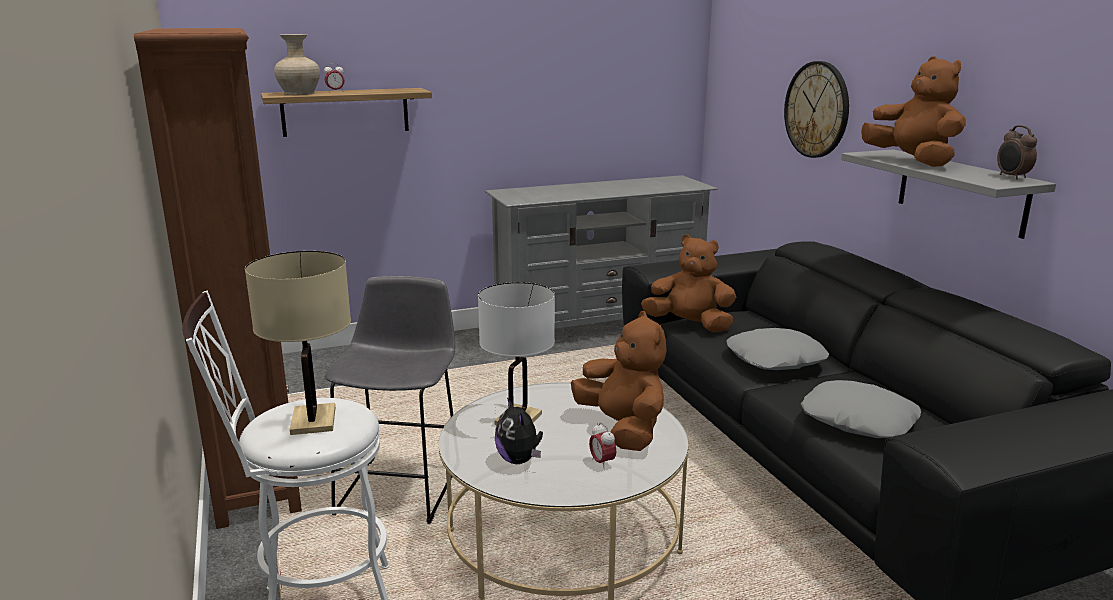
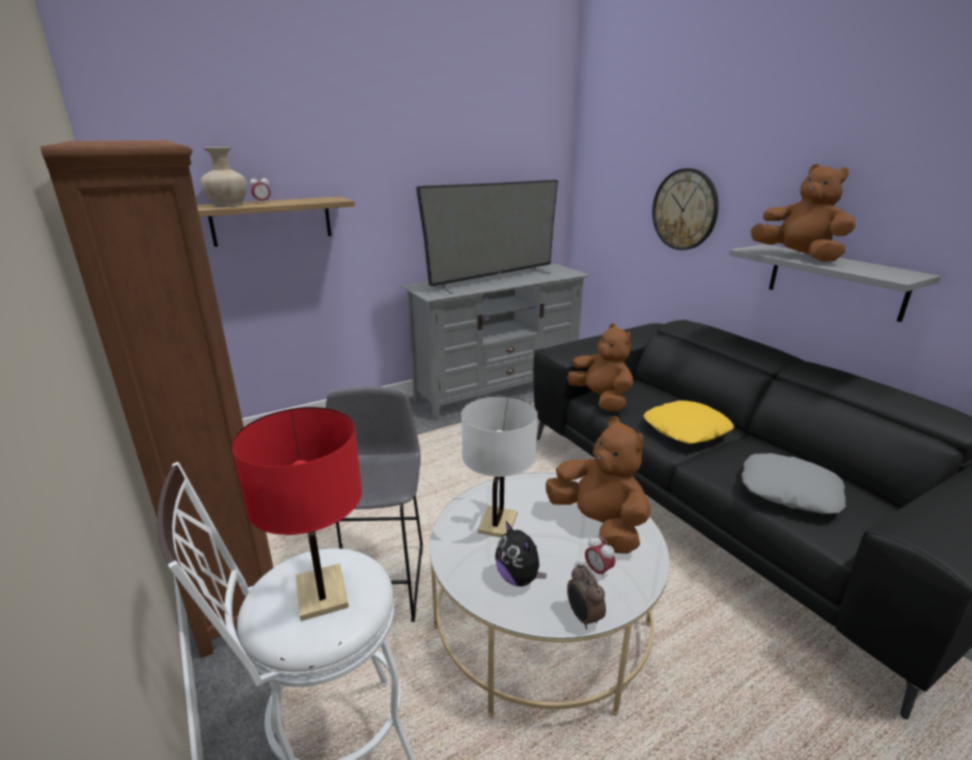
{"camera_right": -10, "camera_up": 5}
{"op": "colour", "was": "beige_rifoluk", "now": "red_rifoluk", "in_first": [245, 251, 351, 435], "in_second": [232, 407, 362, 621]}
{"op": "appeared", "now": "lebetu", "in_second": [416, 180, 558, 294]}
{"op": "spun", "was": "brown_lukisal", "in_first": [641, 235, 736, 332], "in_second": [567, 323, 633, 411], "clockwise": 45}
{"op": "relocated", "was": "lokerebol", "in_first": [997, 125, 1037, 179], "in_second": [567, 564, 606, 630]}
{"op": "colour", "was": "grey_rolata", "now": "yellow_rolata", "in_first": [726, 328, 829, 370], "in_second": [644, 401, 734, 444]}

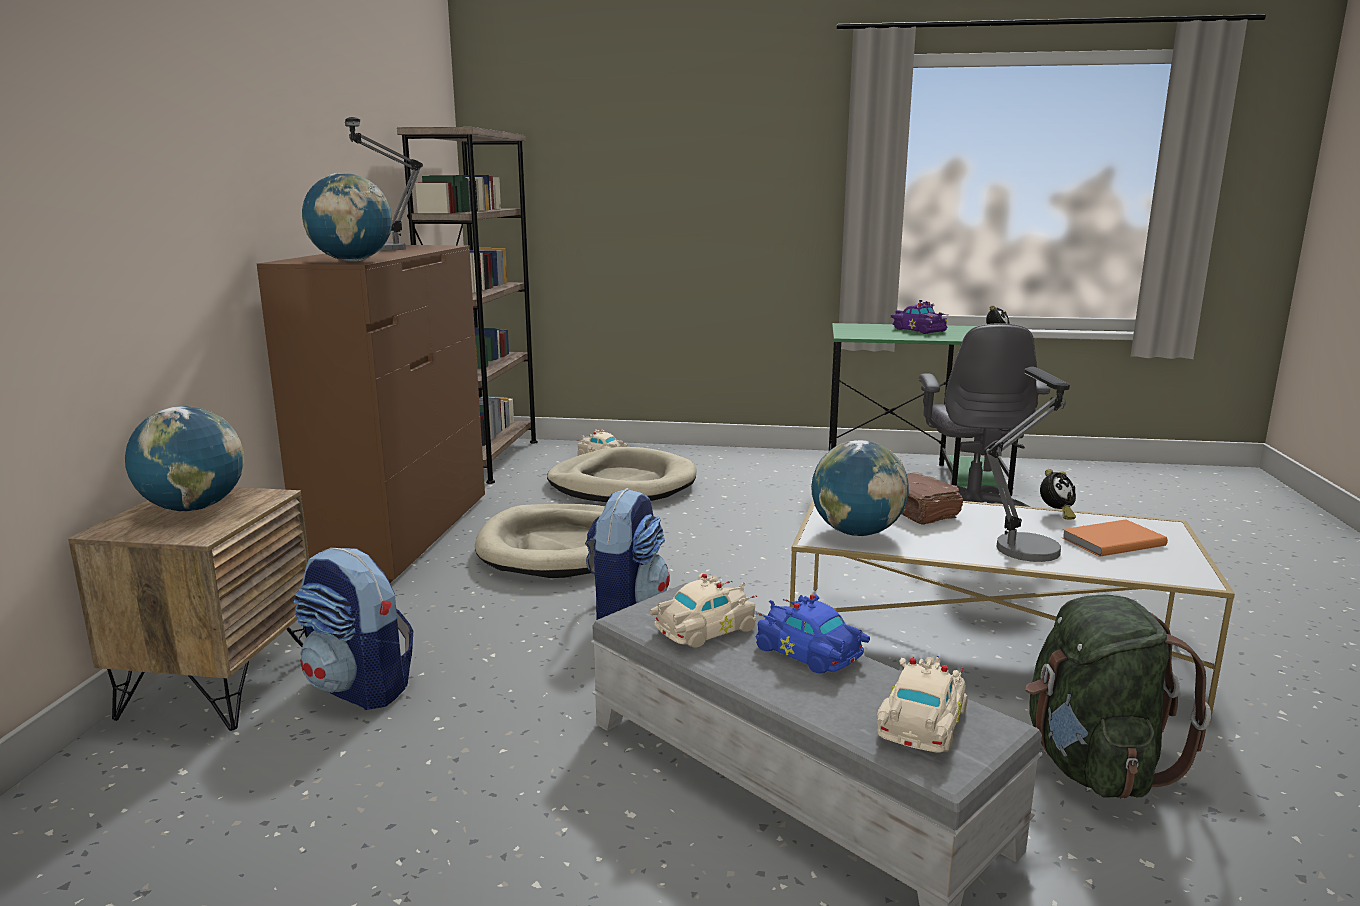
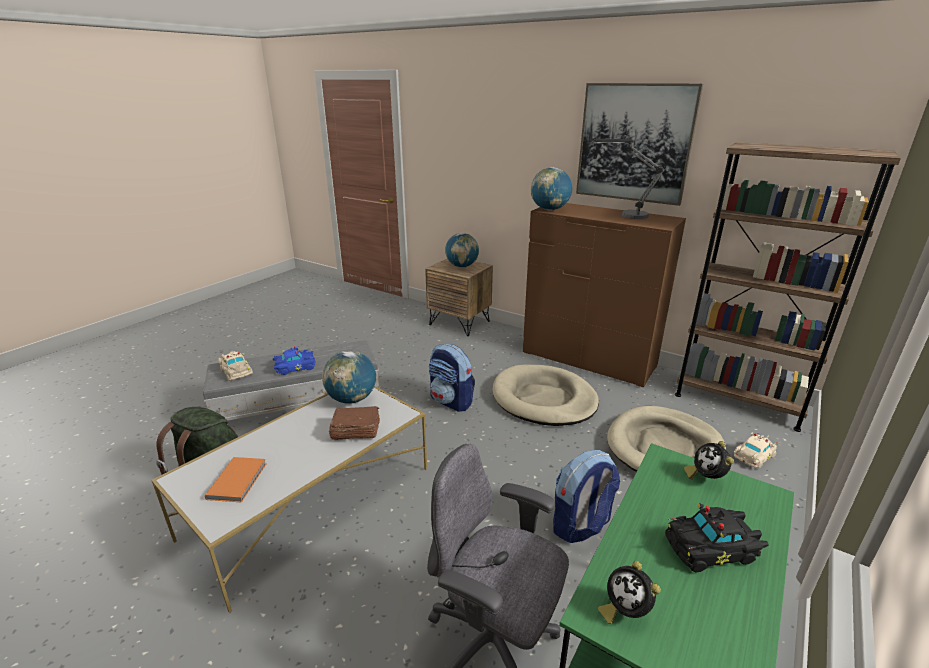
{"camera_right": 115, "camera_up": 10}
{"op": "relocated", "was": "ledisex", "in_first": [293, 548, 413, 710], "in_second": [553, 450, 620, 543]}
{"op": "appeared", "now": "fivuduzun", "in_second": [576, 83, 703, 206]}
{"op": "colour", "was": "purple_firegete", "now": "black_firegete", "in_first": [890, 300, 947, 334], "in_second": [665, 503, 769, 573]}
{"op": "relocated", "was": "lokerebol", "in_first": [1040, 469, 1076, 520], "in_second": [684, 441, 734, 479]}
{"op": "missing", "was": "beige_firegete", "in_first": [649, 573, 757, 647]}
{"op": "missing", "was": "rifoluk", "in_first": [984, 367, 1070, 562]}

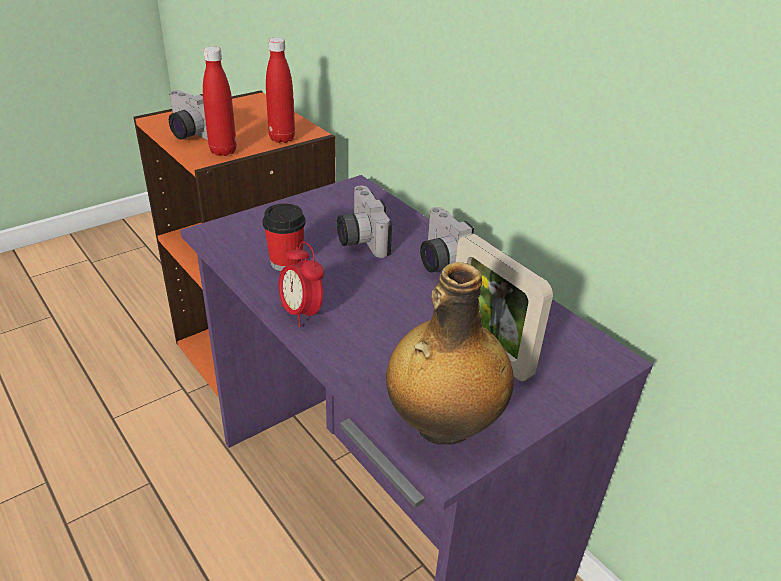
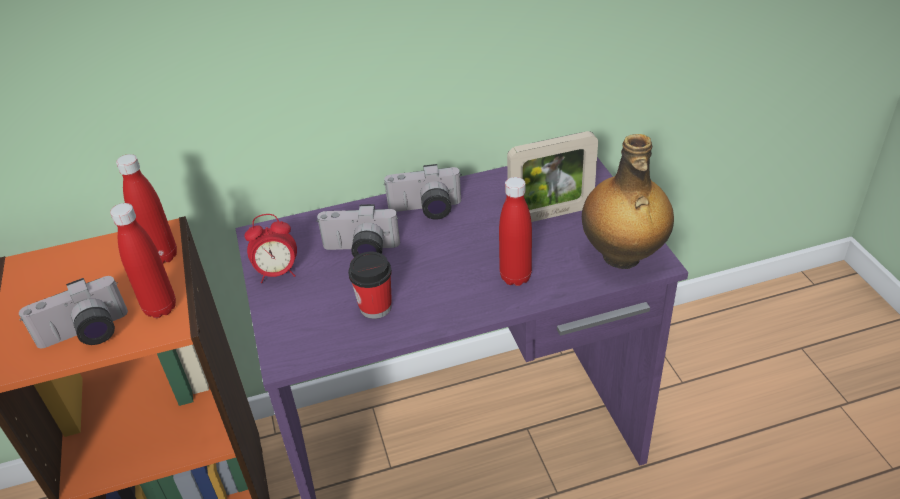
{"camera_right": -65, "camera_up": 5}
{"op": "relocated", "was": "lokerebol", "in_first": [279, 241, 324, 327], "in_second": [244, 214, 297, 283]}
{"op": "appeared", "now": "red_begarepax", "in_second": [499, 177, 532, 286]}

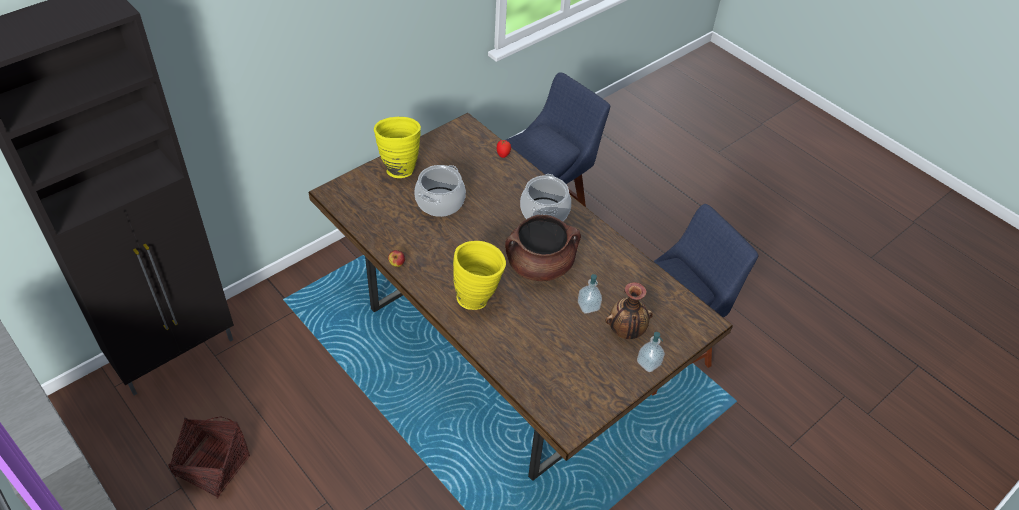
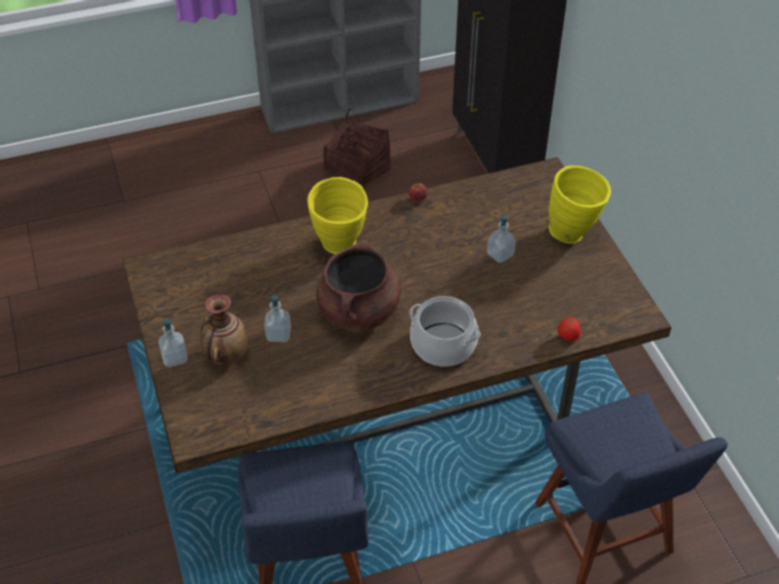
{"camera_right": 115, "camera_up": 0}
{"op": "exchanged", "was": "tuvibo", "now": "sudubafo", "in_first": [414, 165, 466, 217], "in_second": [487, 215, 516, 263]}

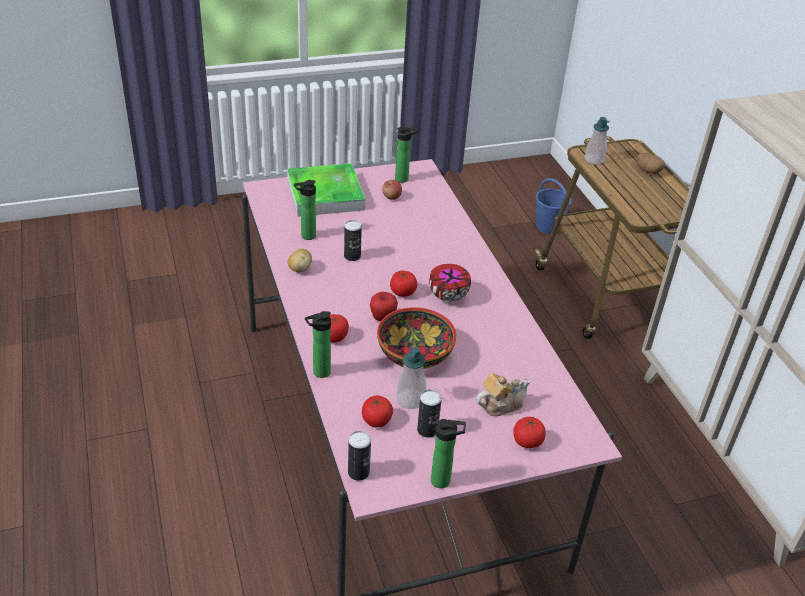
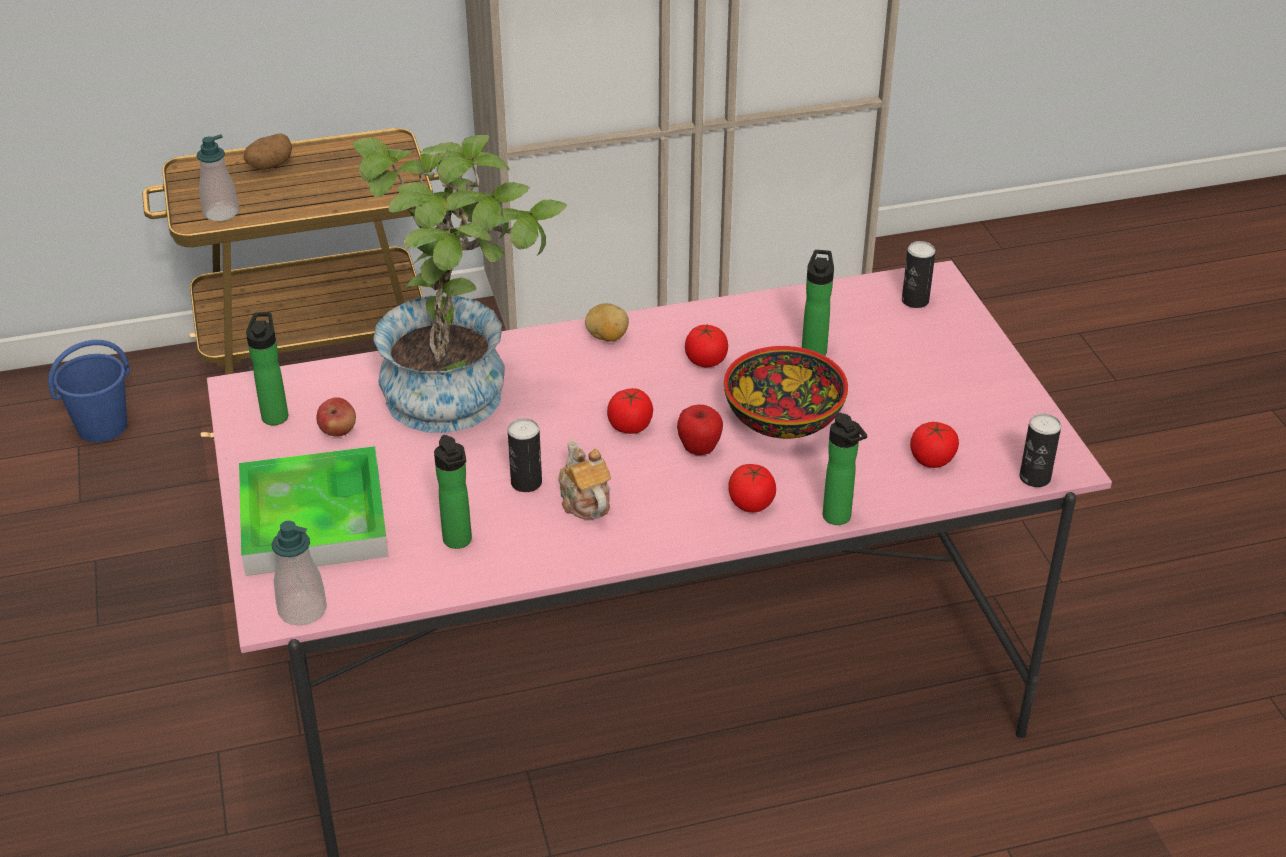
{"camera_right": -85, "camera_up": 0}
{"op": "relocated", "was": "sudubafo", "in_first": [397, 347, 426, 409], "in_second": [272, 521, 327, 625]}
{"op": "appeared", "now": "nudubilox", "in_second": [353, 135, 567, 433]}
{"op": "relocated", "was": "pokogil", "in_first": [476, 373, 531, 416], "in_second": [558, 440, 611, 520]}
{"op": "relocated", "was": "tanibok", "in_first": [288, 248, 312, 272], "in_second": [585, 303, 629, 342]}
{"op": "relocated", "was": "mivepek", "in_first": [514, 417, 546, 448], "in_second": [685, 324, 728, 367]}
{"op": "relocated", "was": "begarepax", "in_first": [431, 419, 466, 488], "in_second": [802, 250, 834, 356]}
{"op": "relocated", "was": "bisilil", "in_first": [417, 390, 442, 438], "in_second": [902, 241, 936, 308]}
{"op": "missing", "was": "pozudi", "in_first": [429, 264, 471, 302]}

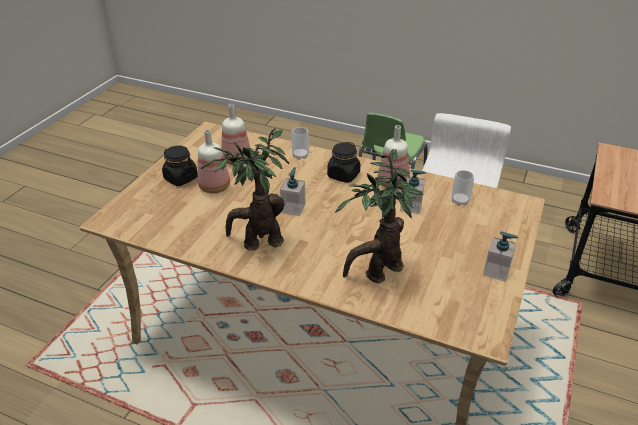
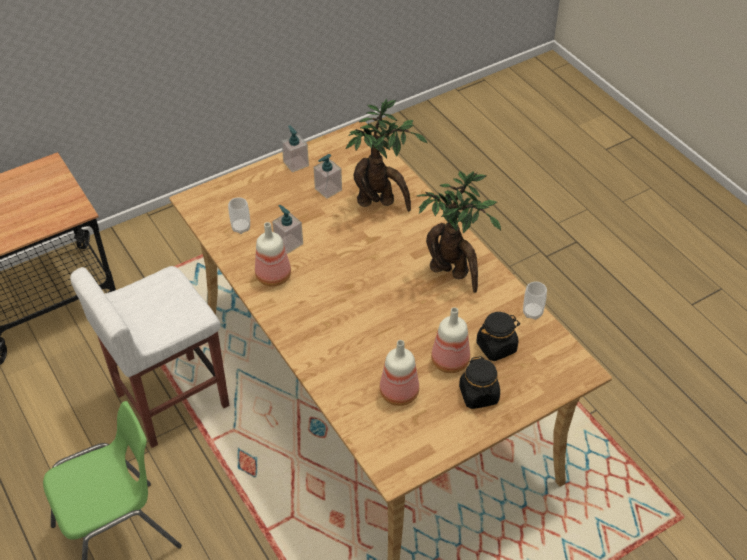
{"camera_right": -145, "camera_up": 10}
{"op": "relocated", "was": "sudubafo", "in_first": [280, 167, 305, 216], "in_second": [314, 154, 342, 199]}
{"op": "relocated", "was": "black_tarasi", "in_first": [327, 142, 360, 183], "in_second": [476, 312, 520, 361]}
{"op": "relocated", "was": "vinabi", "in_first": [291, 127, 309, 160], "in_second": [523, 282, 547, 320]}

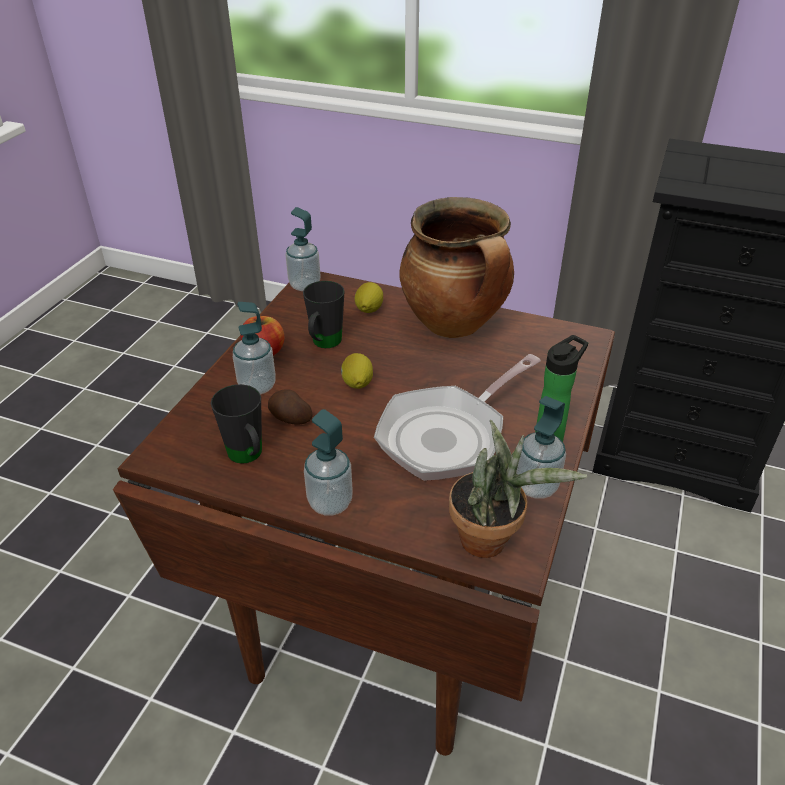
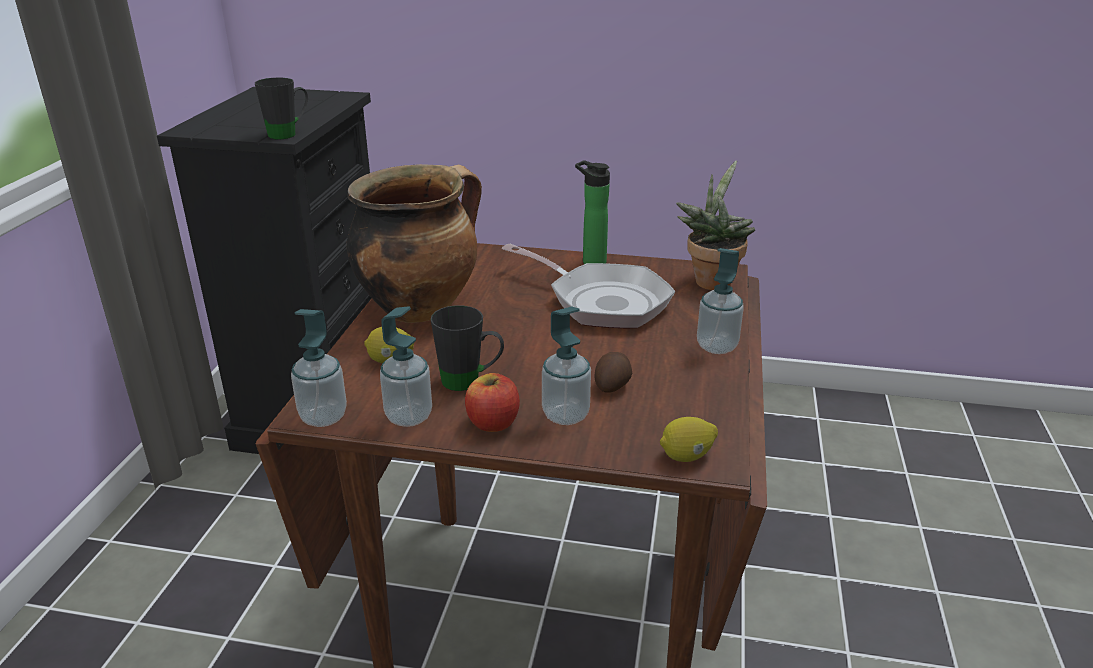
{"camera_right": -100, "camera_up": -10}
{"op": "relocated", "was": "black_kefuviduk", "in_first": [211, 384, 262, 463], "in_second": [255, 78, 308, 140]}
{"op": "relocated", "was": "sudubafo", "in_first": [516, 396, 566, 499], "in_second": [380, 306, 432, 427]}
{"op": "relocated", "was": "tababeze", "in_first": [341, 353, 373, 389], "in_second": [660, 417, 718, 462]}

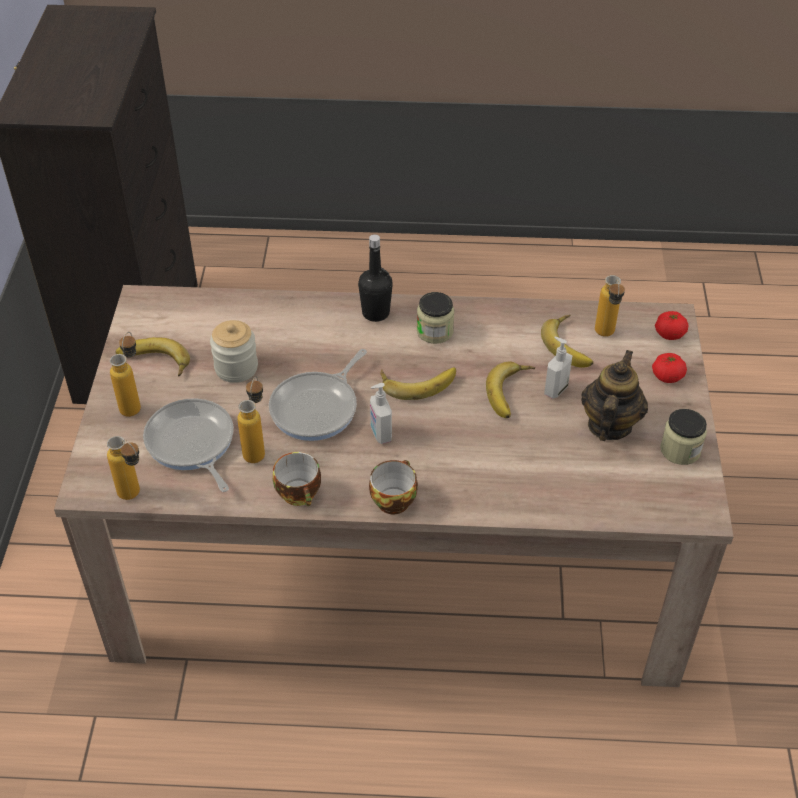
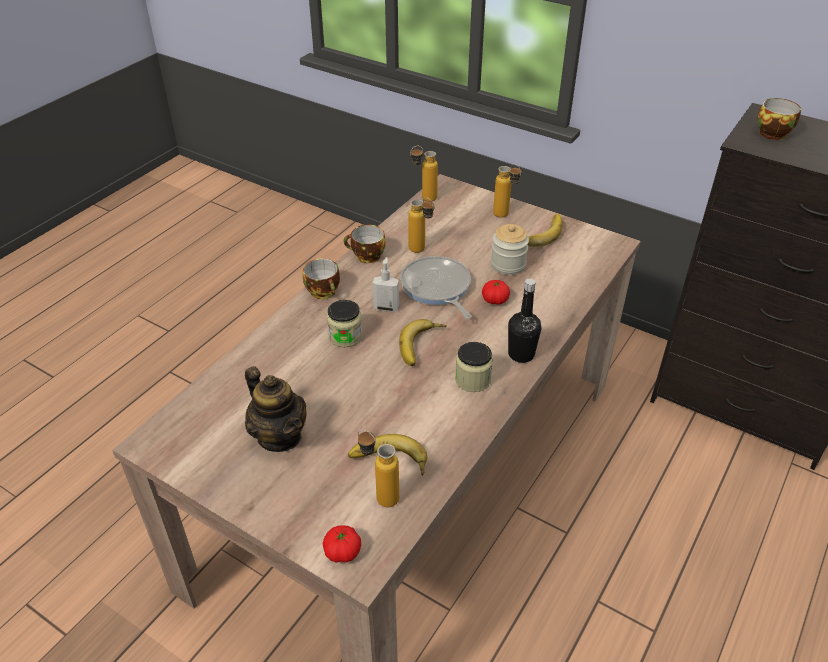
{"camera_right": 120, "camera_up": -5}
{"op": "relocated", "was": "tarasi", "in_first": [660, 409, 707, 465], "in_second": [327, 300, 363, 347]}
{"op": "relocated", "was": "mivepek", "in_first": [652, 353, 687, 383], "in_second": [482, 280, 510, 305]}
{"op": "appeared", "now": "vinabi", "in_second": [757, 98, 801, 140]}
{"op": "missing", "was": "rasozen", "in_first": [143, 398, 234, 492]}
{"op": "missing", "was": "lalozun", "in_first": [486, 362, 535, 418]}
{"op": "missing", "was": "sudubafo", "in_first": [544, 337, 572, 399]}

